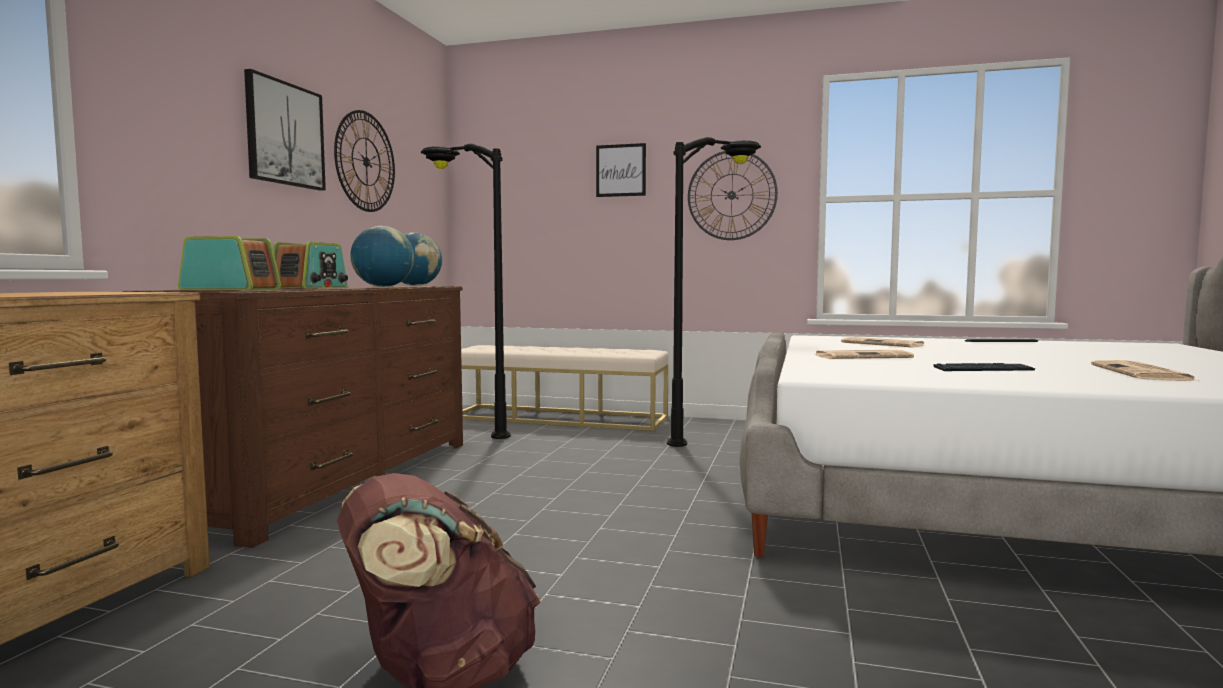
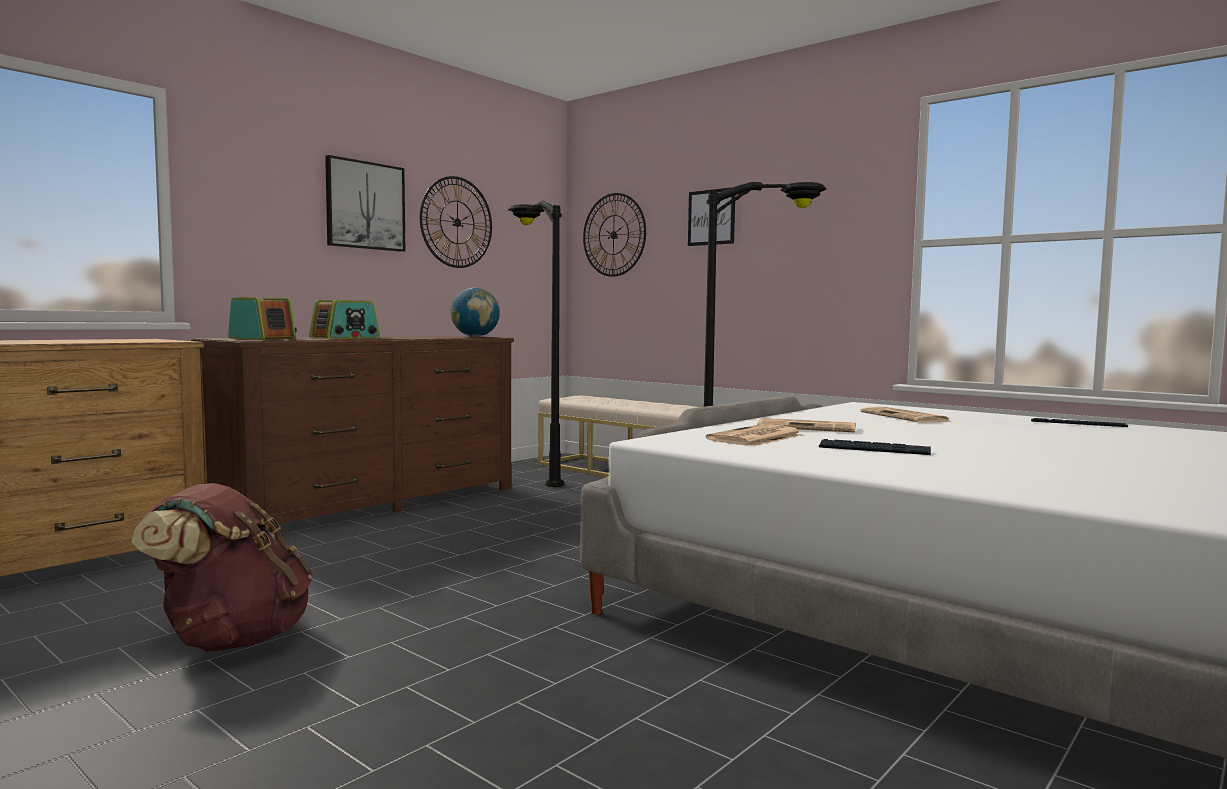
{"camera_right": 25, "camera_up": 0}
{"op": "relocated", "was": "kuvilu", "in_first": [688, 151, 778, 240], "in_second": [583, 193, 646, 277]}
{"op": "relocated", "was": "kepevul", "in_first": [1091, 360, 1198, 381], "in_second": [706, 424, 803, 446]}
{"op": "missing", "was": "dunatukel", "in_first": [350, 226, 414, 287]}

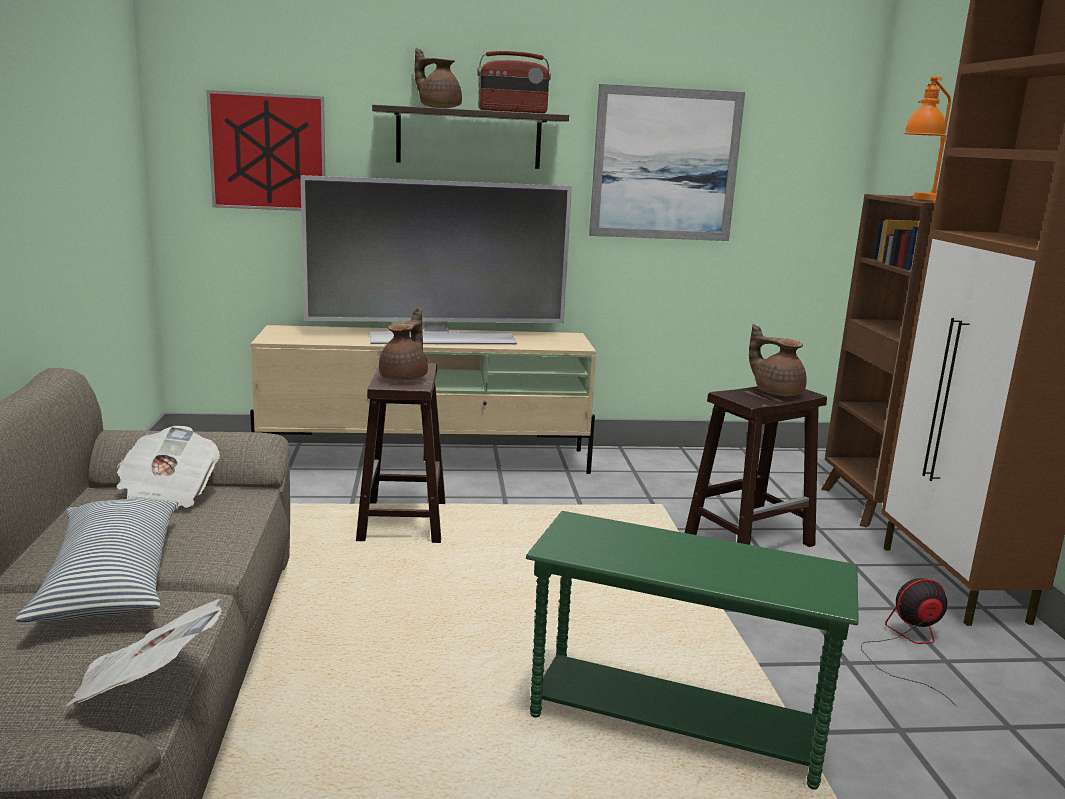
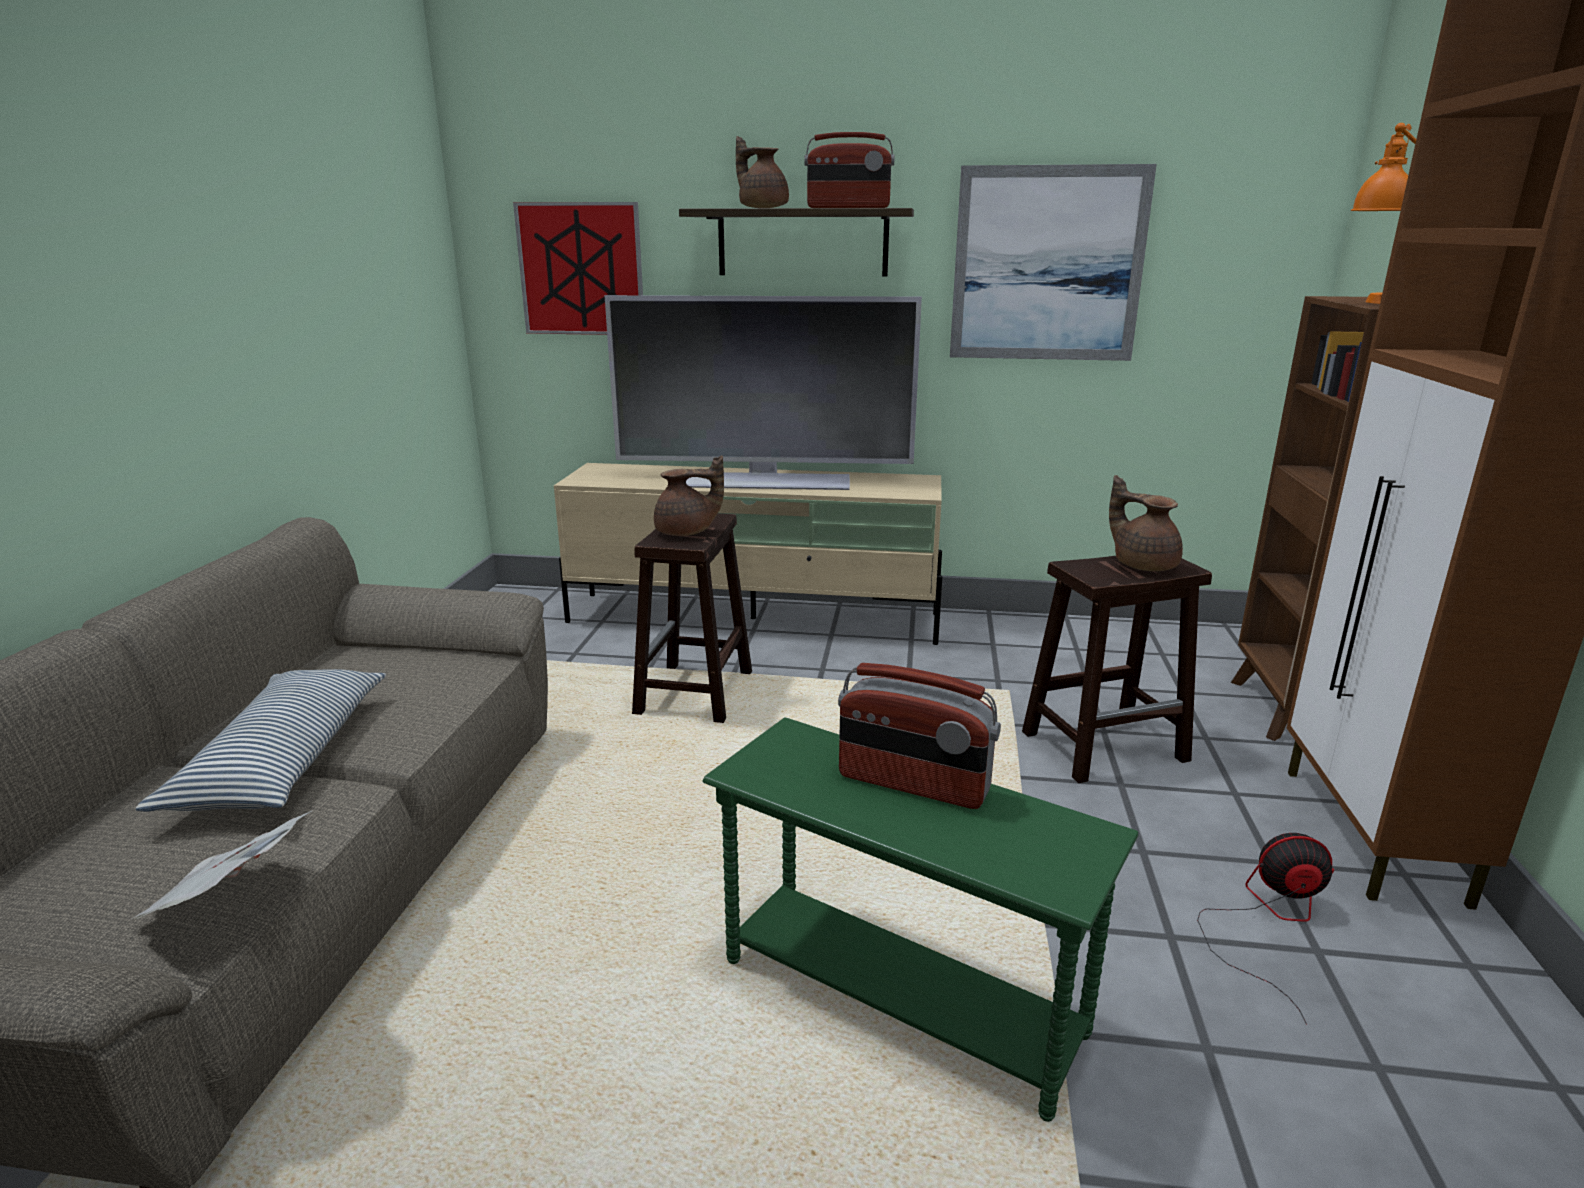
{"camera_right": 15, "camera_up": 5}
{"op": "spun", "was": "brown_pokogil", "in_first": [379, 307, 428, 381], "in_second": [654, 455, 724, 536], "clockwise": 45}
{"op": "appeared", "now": "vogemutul", "in_second": [838, 663, 1001, 809]}
{"op": "missing", "was": "kepevul", "in_first": [116, 426, 220, 509]}

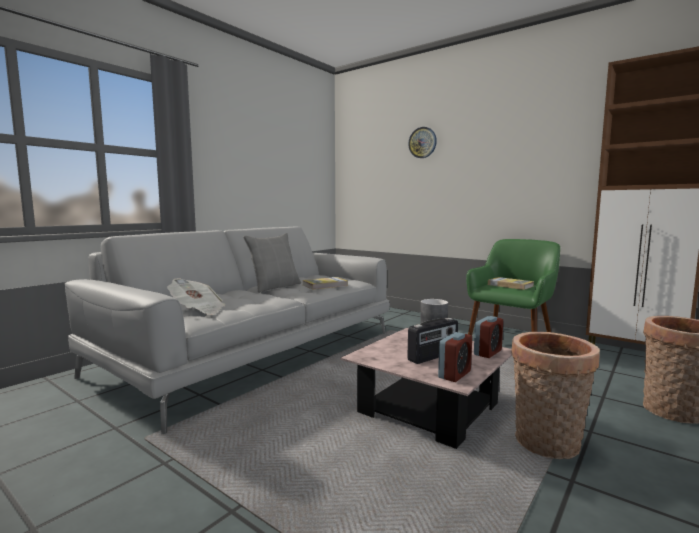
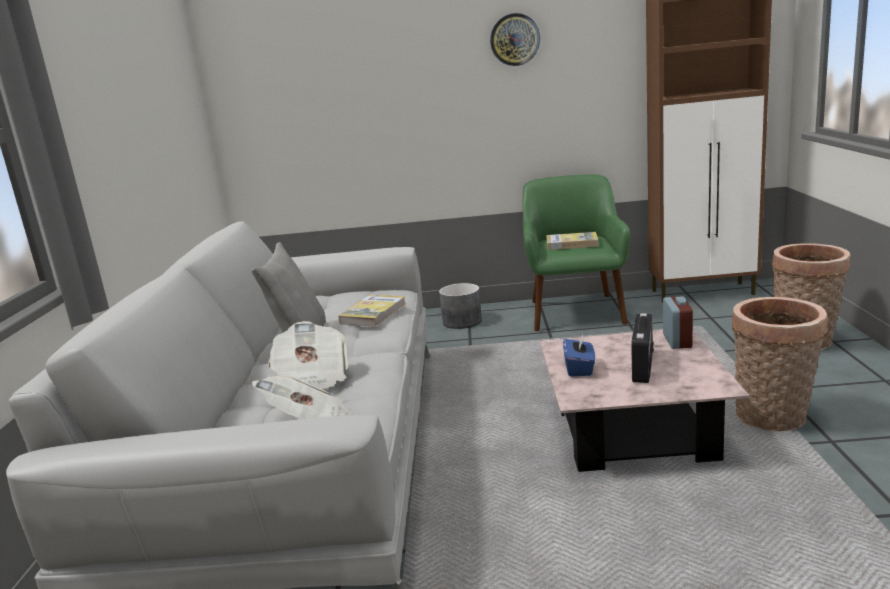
{"camera_right": -35, "camera_up": 10}
{"op": "appeared", "now": "kepevul", "in_second": [268, 321, 348, 389]}
{"op": "relocated", "was": "kuvilu", "in_first": [408, 127, 437, 158], "in_second": [490, 13, 540, 66]}
{"op": "appeared", "now": "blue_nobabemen", "in_second": [563, 334, 595, 377]}
{"op": "missing", "was": "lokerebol", "in_first": [438, 332, 472, 382]}

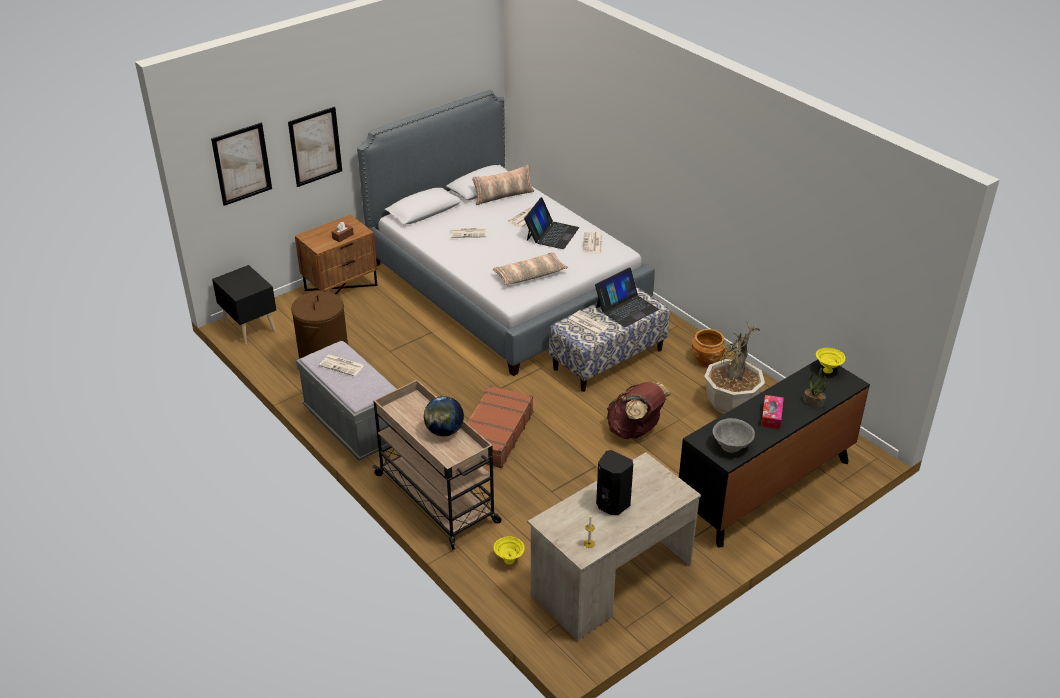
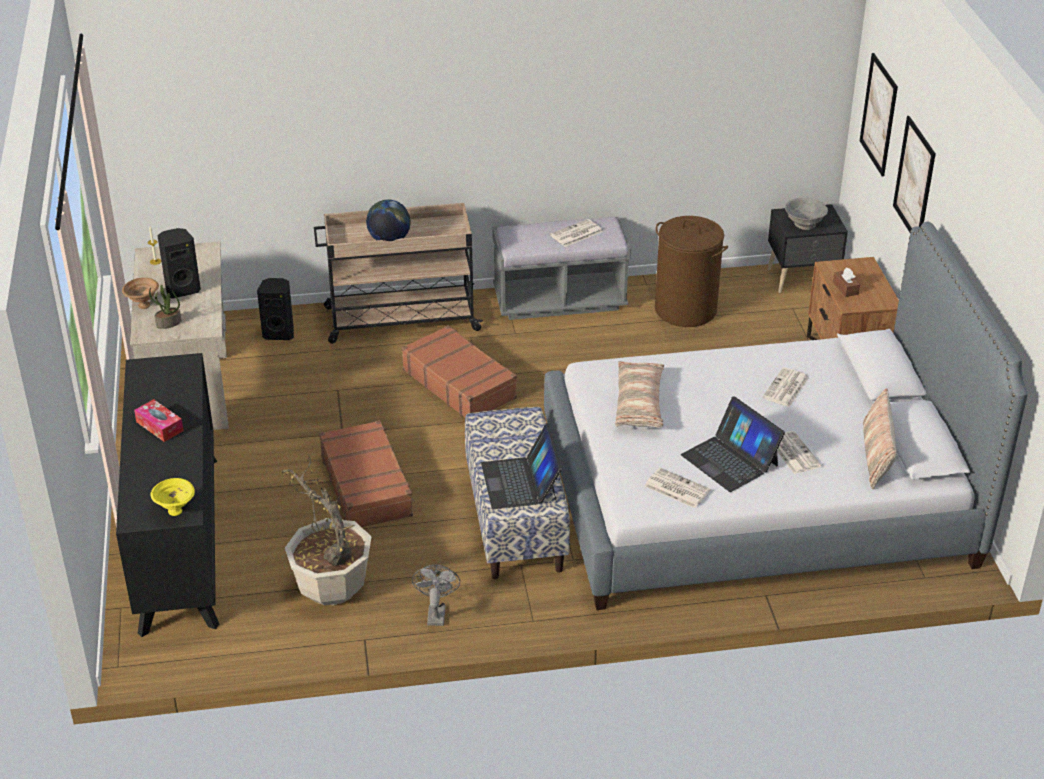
{"camera_right": 120, "camera_up": 0}
{"op": "appeared", "now": "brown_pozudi", "in_second": [122, 278, 159, 309]}
{"op": "relocated", "was": "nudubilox", "in_first": [803, 368, 827, 408], "in_second": [149, 284, 181, 329]}
{"op": "exchanged", "was": "yellow_pozudi", "now": "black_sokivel", "in_first": [493, 536, 524, 565], "in_second": [257, 278, 294, 340]}
{"op": "exchanged", "was": "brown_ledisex", "now": "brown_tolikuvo", "in_first": [607, 381, 671, 439], "in_second": [319, 420, 415, 527]}
{"op": "exchanged", "was": "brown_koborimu", "now": "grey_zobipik", "in_first": [692, 329, 726, 367], "in_second": [412, 565, 460, 626]}
{"op": "relocated", "was": "grey_pozudi", "in_first": [713, 418, 755, 453], "in_second": [785, 198, 828, 230]}
{"op": "missing", "was": "kepevul", "in_first": [567, 310, 610, 335]}

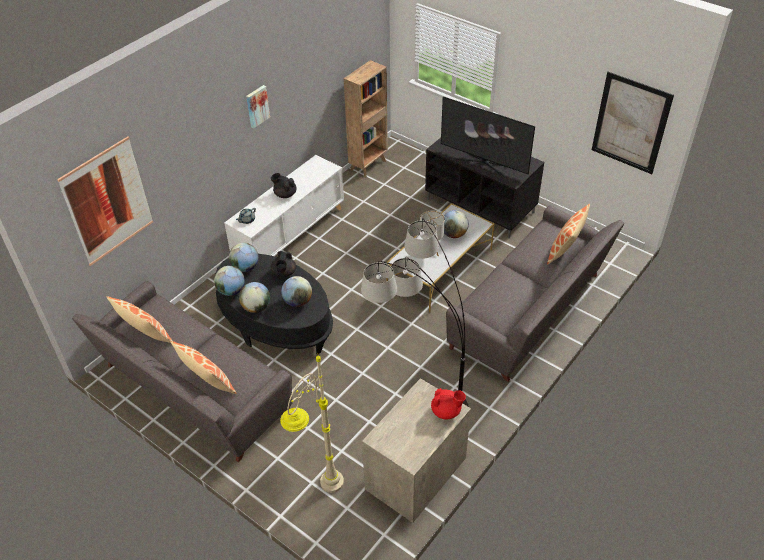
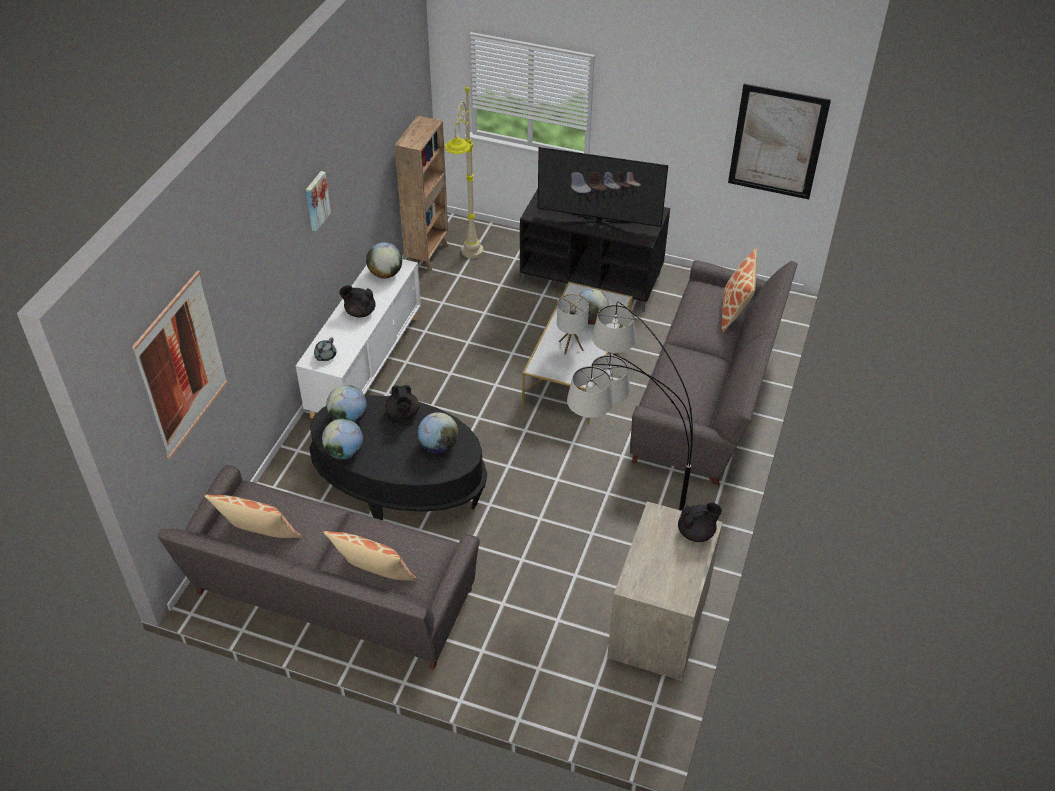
{"camera_right": -20, "camera_up": 0}
{"op": "relocated", "was": "dunatukel", "in_first": [239, 282, 270, 313], "in_second": [366, 242, 402, 278]}
{"op": "relocated", "was": "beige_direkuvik", "in_first": [280, 356, 344, 493], "in_second": [445, 87, 483, 259]}
{"op": "colour", "was": "red_pokogil", "now": "black_pokogil", "in_first": [431, 388, 466, 419], "in_second": [678, 502, 722, 542]}

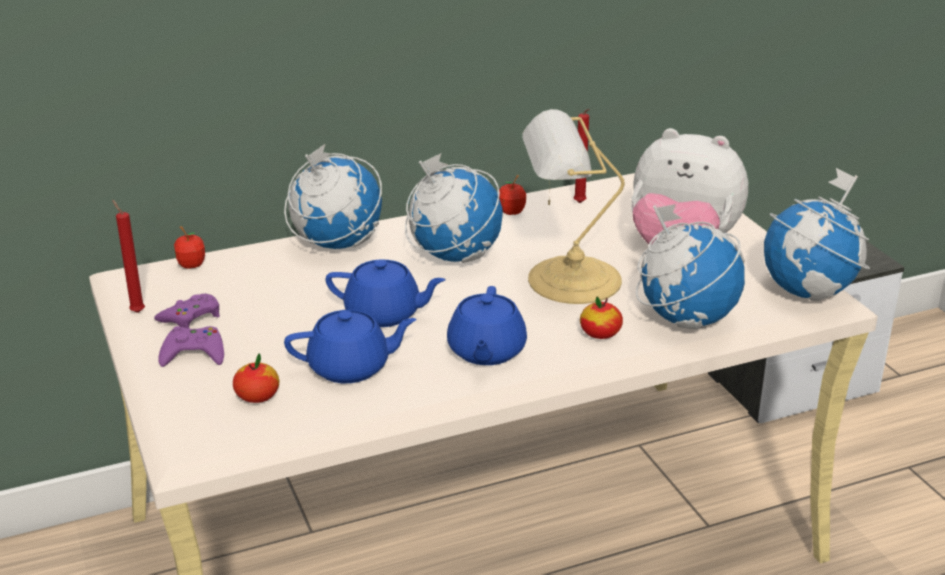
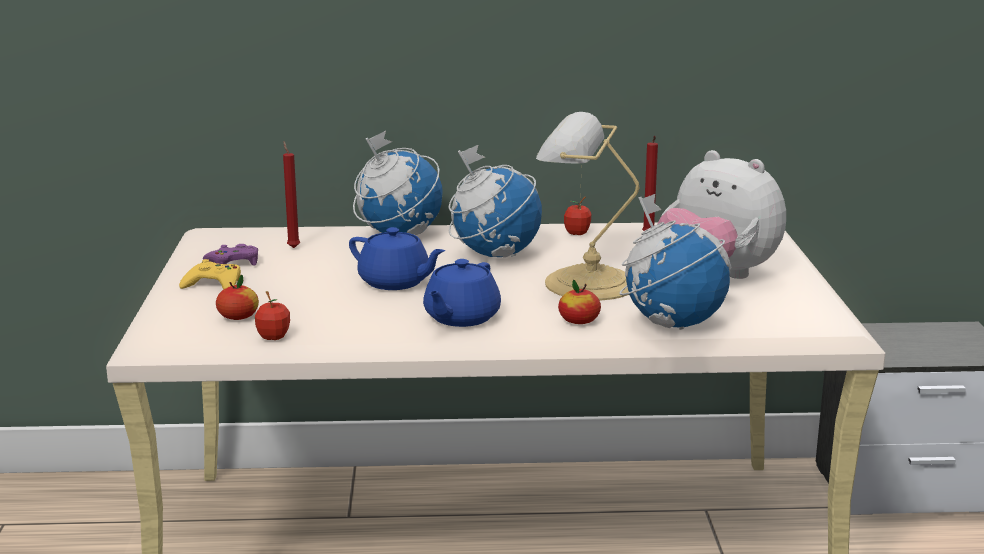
{"camera_right": 20, "camera_up": -10}
{"op": "colour", "was": "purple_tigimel", "now": "yellow_tigimel", "in_first": [158, 326, 224, 367], "in_second": [179, 259, 241, 290]}
{"op": "relocated", "was": "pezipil", "in_first": [174, 226, 205, 269], "in_second": [255, 291, 290, 340]}
{"op": "relocated", "was": "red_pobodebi", "in_first": [112, 200, 145, 313], "in_second": [283, 141, 300, 248]}
{"op": "missing", "was": "blue_pokogil", "in_first": [284, 310, 417, 383]}
{"op": "missing", "was": "dunatukel", "in_first": [764, 168, 870, 301]}

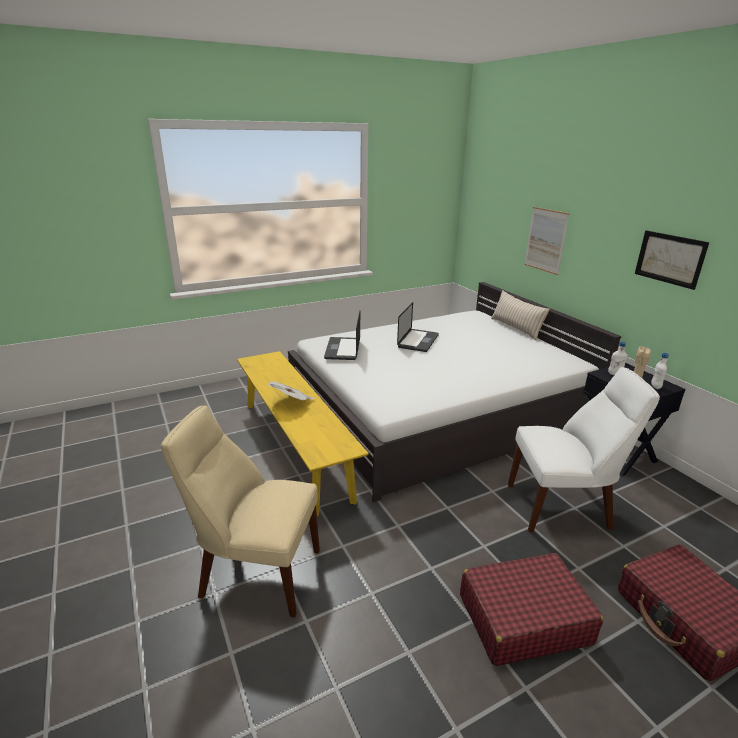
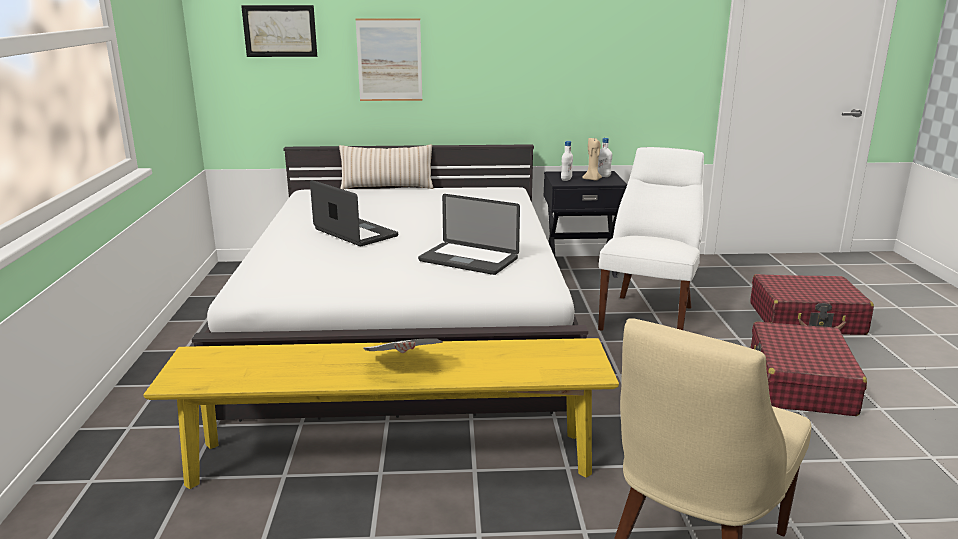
{"camera_right": -65, "camera_up": -5}
{"op": "relocated", "was": "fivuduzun", "in_first": [635, 230, 709, 290], "in_second": [241, 5, 317, 57]}
{"op": "relocated", "was": "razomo", "in_first": [324, 311, 360, 360], "in_second": [418, 194, 520, 275]}

